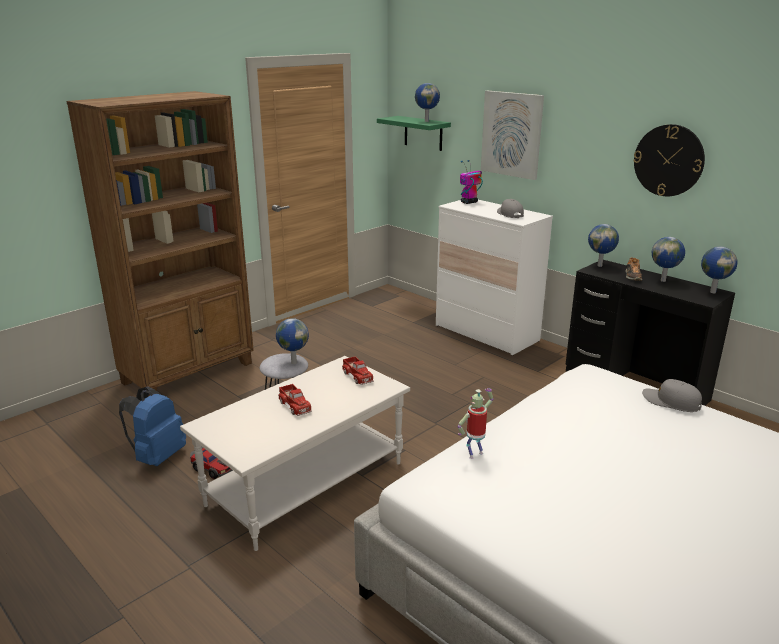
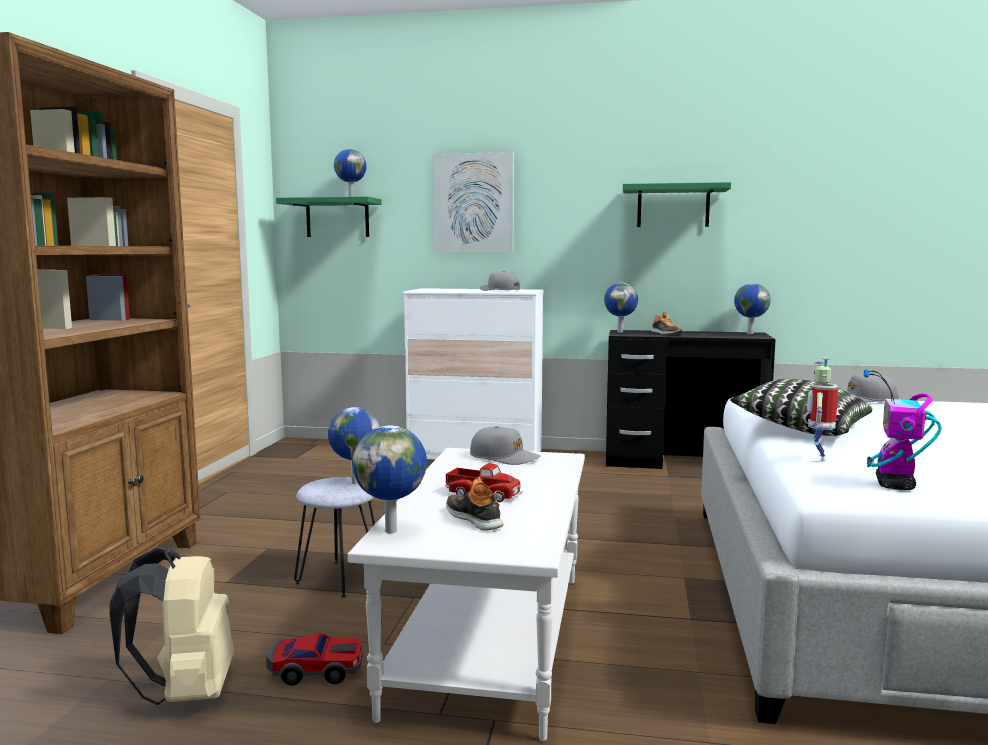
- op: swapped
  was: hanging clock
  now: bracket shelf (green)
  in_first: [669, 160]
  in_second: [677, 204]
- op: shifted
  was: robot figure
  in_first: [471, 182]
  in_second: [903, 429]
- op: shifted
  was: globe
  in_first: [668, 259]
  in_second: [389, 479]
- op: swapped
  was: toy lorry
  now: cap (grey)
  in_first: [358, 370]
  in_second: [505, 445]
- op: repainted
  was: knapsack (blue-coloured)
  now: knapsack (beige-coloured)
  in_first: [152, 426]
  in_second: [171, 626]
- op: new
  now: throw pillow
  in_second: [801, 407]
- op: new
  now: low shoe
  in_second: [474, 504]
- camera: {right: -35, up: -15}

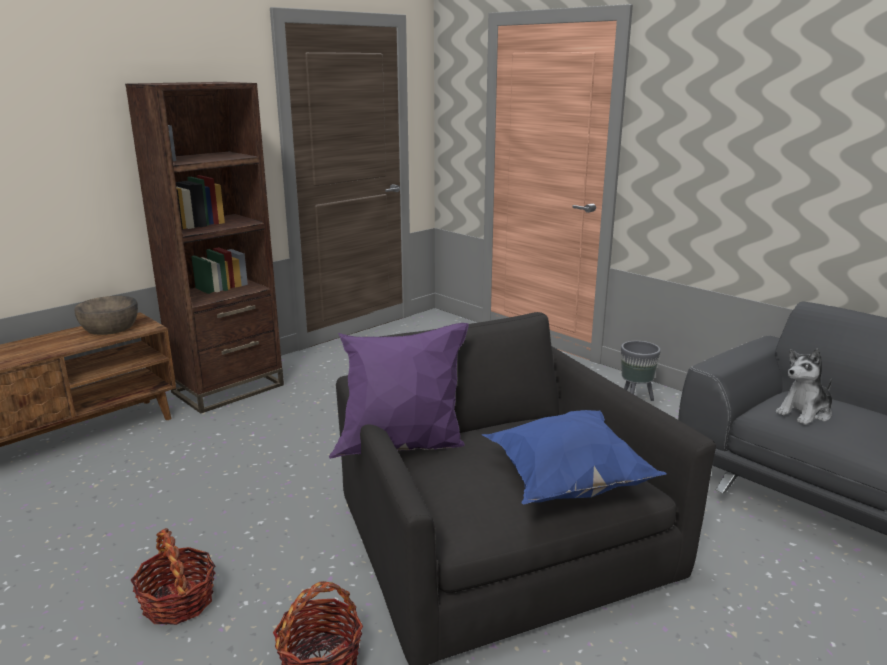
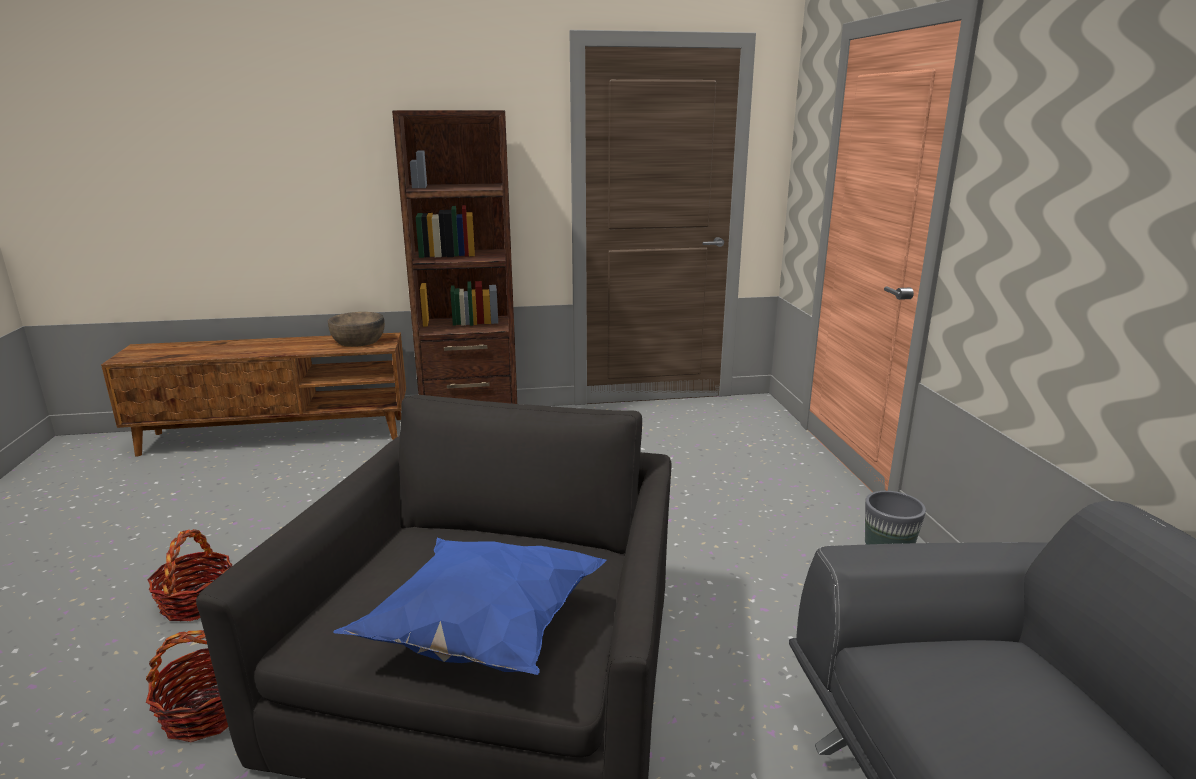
- op: gone
  was: throw pillow (purple-coloured)
  in_first: [399, 391]
- op: gone
  was: cuddly toy
  in_first: [804, 387]
- camera: {right: 35, up: 0}

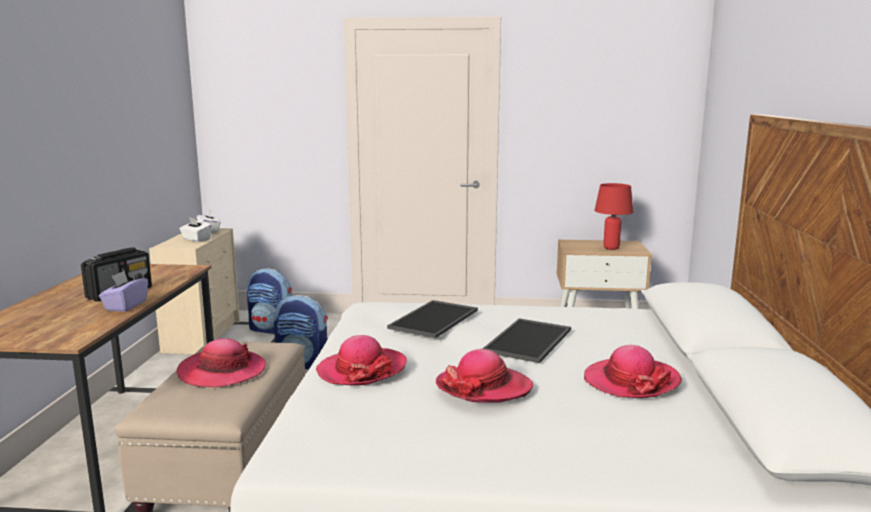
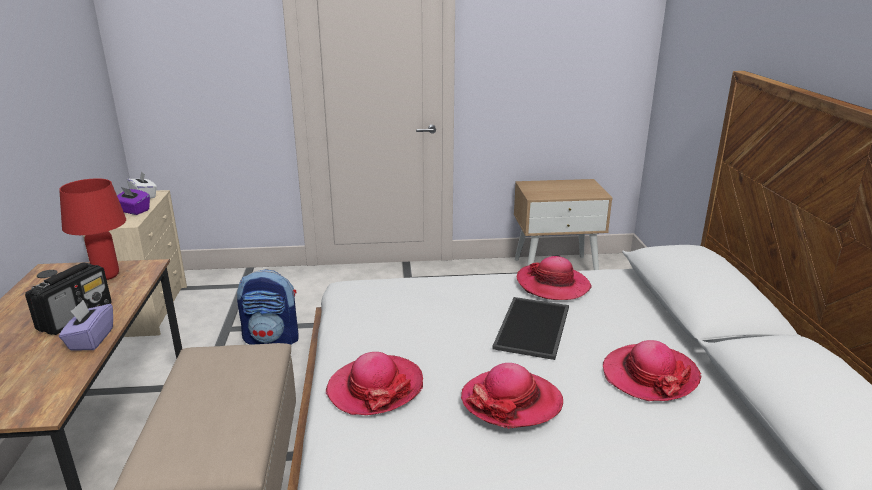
- op: shifted
  was: lamp for a table (red)
  in_first: [613, 216]
  in_second: [92, 229]
- op: repainted
  was: tissue holder (whitish)
  now: tissue holder (purple-coloured)
  in_first: [196, 229]
  in_second: [133, 201]
- op: gone
  was: knapsack
  in_first: [269, 301]
- op: gone
  was: carrying tray
  in_first: [432, 319]
- op: shifted
  was: clothing hat
  in_first: [221, 362]
  in_second: [554, 278]
- camera: {right: -10, up: 10}

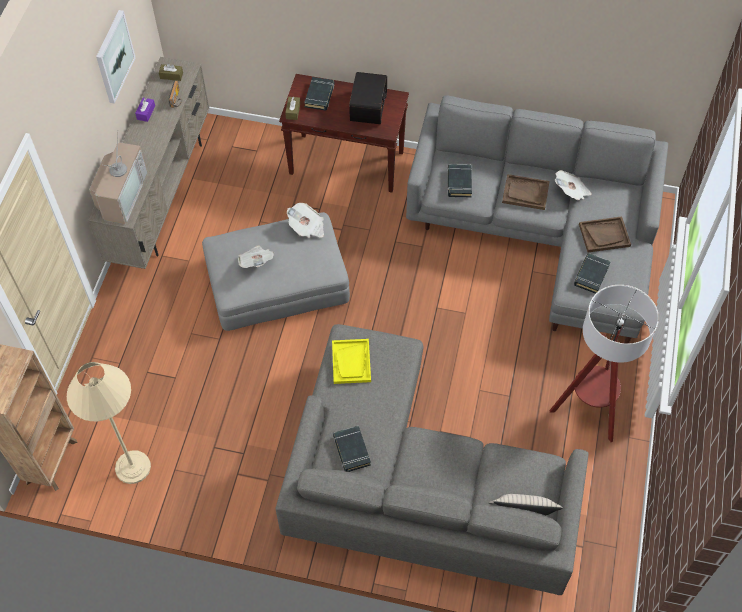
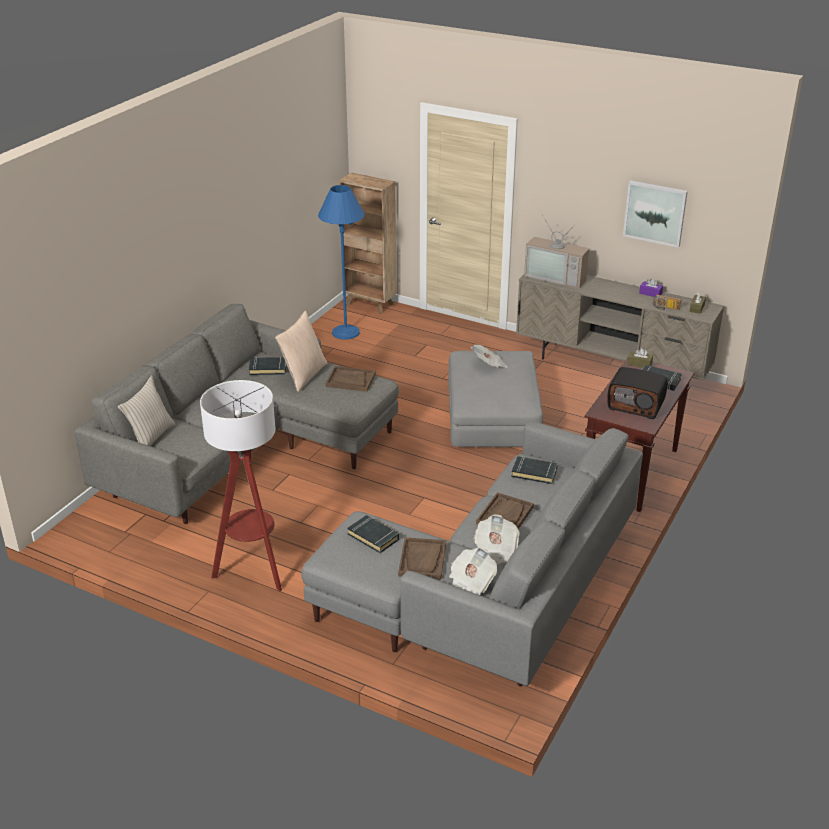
- op: shifted
  was: printed paper
  in_first: [305, 220]
  in_second: [473, 571]
- op: repainted
  was: carrying tray (yellowish)
  now: carrying tray (brown)
  in_first: [351, 361]
  in_second: [350, 379]
- op: repainted
  was: floor lamp (beige-coloured)
  now: floor lamp (blue-coloured)
  in_first: [109, 423]
  in_second: [341, 262]
- op: new
  now: throw pillow (beige-coloured)
  in_second: [301, 351]
- camera: {right: 105, up: -25}

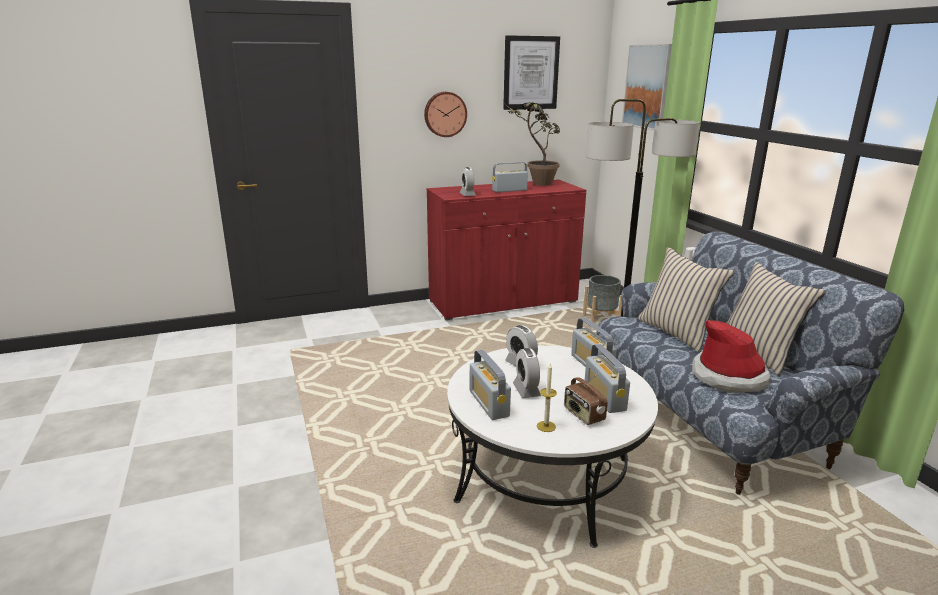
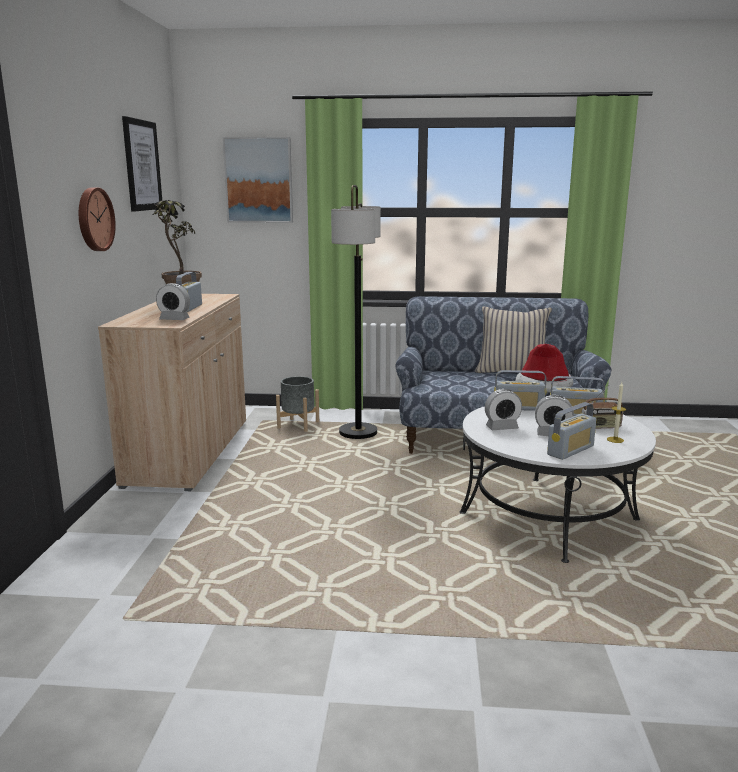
- op: repainted
  was: storage cabinet (red)
  now: storage cabinet (beige-coloured)
  in_first: [506, 250]
  in_second: [172, 392]
- op: gone
  was: throw pillow (beige-coloured)
  in_first: [686, 300]
- op: rotated
  was: radio receiver
  in_first: [490, 385]
  in_second: [571, 431]
  clockwise: -45
- camera: {right: -65, up: -5}

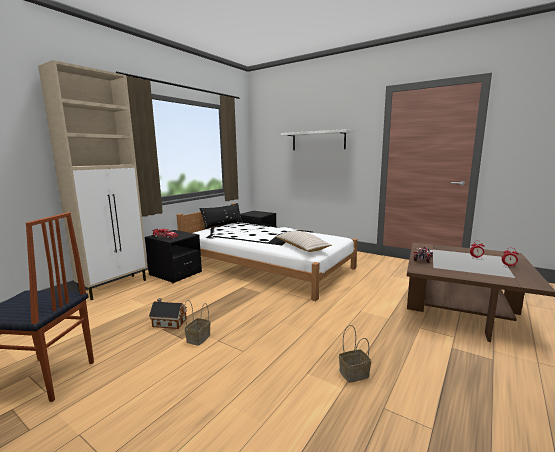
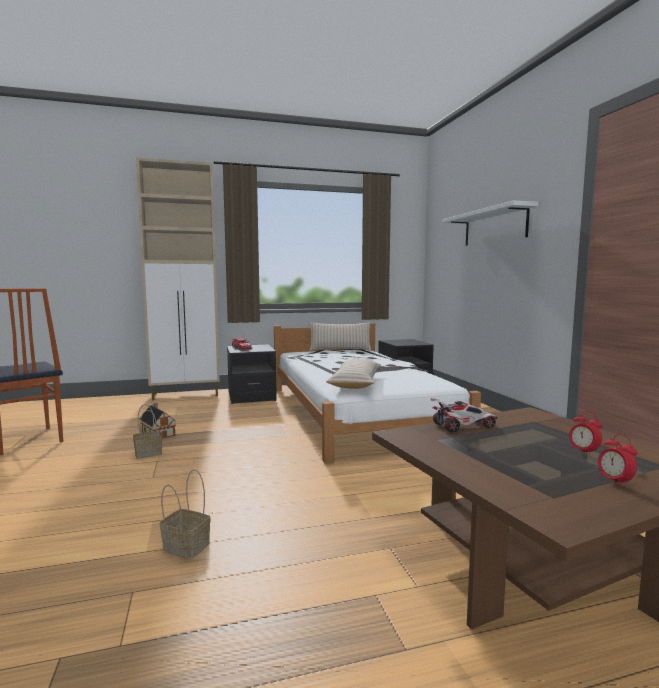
- op: repainted
  was: throw pillow (black-coloured)
  now: throw pillow (beige-coloured)
  in_first: [221, 216]
  in_second: [340, 336]
- camera: {right: 40, up: -5}

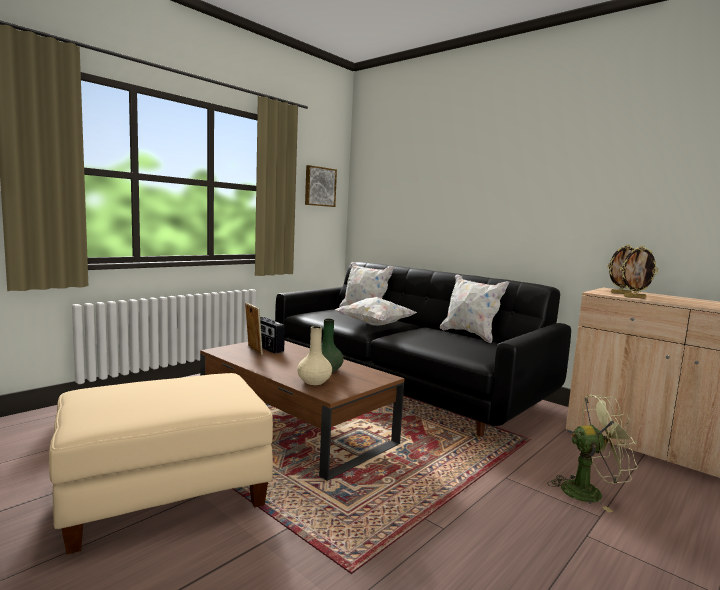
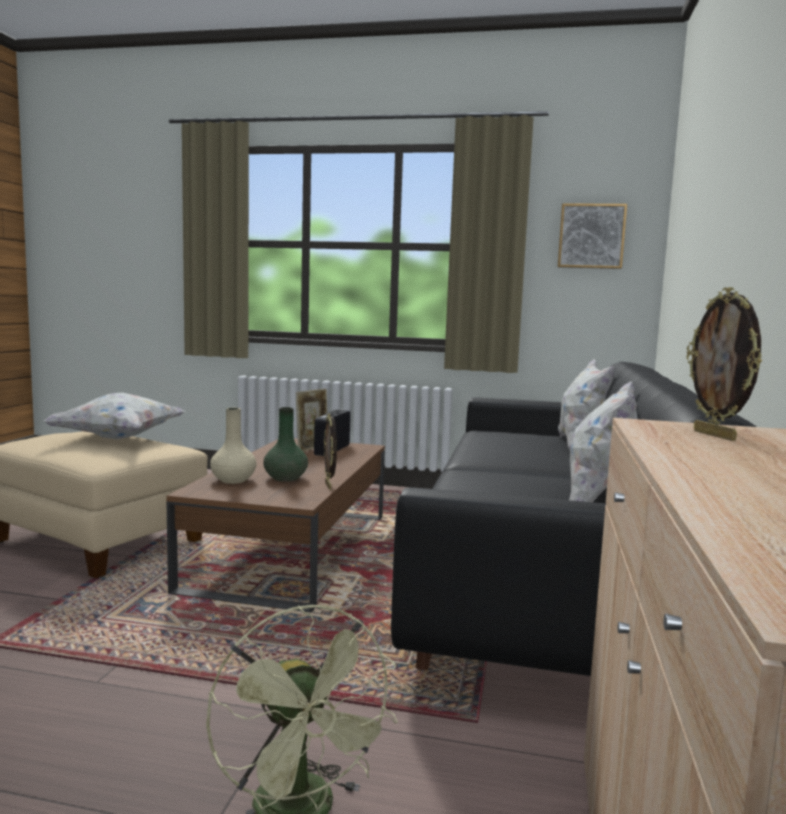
- op: shifted
  was: picture frame
  in_first: [639, 272]
  in_second: [330, 451]
- op: shifted
  was: throw pillow (whitish)
  in_first: [375, 311]
  in_second: [114, 416]
- camera: {right: 60, up: 0}

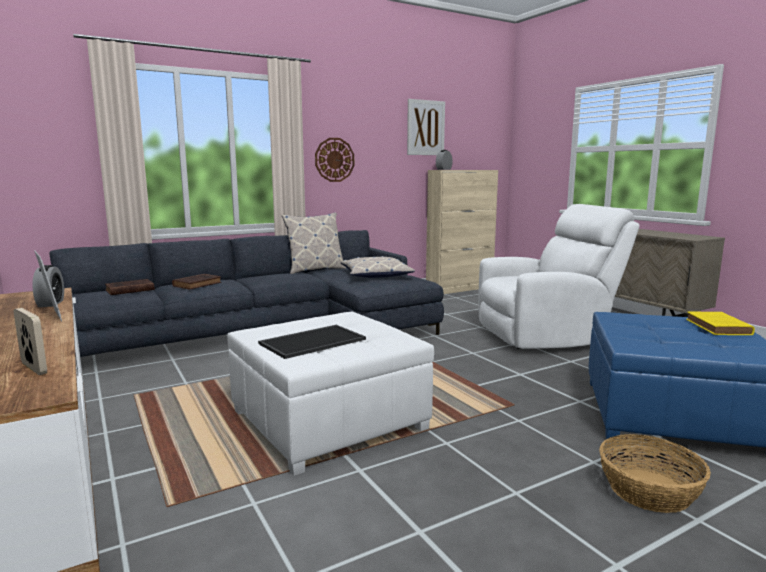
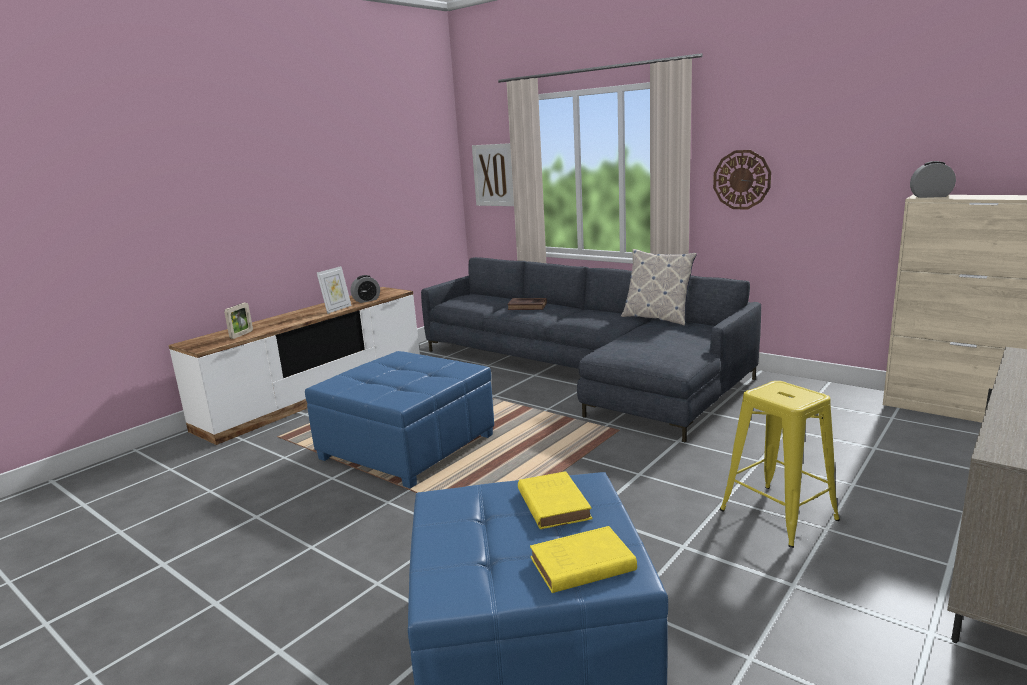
- op: shifted
  was: wall art
  in_first: [426, 127]
  in_second: [493, 174]
- op: swapped
  was: lounge chair (whitish)
  now: stool seat (yellowish)
  in_first: [559, 276]
  in_second: [780, 464]
- op: gone
  was: throw pillow
  in_first: [378, 267]
- op: gone
  was: book (brown)
  in_first: [130, 287]
- op: repainted
  was: pouffe (whitish)
  now: pouffe (blue-coloured)
  in_first: [330, 393]
  in_second: [399, 419]
- op: gone
  was: carrying tray
  in_first: [312, 342]
- op: gone
  was: household basket
  in_first: [655, 473]
- op: new
  now: book (yellowish)
  in_second: [555, 500]
- camera: {right: 70, up: 5}

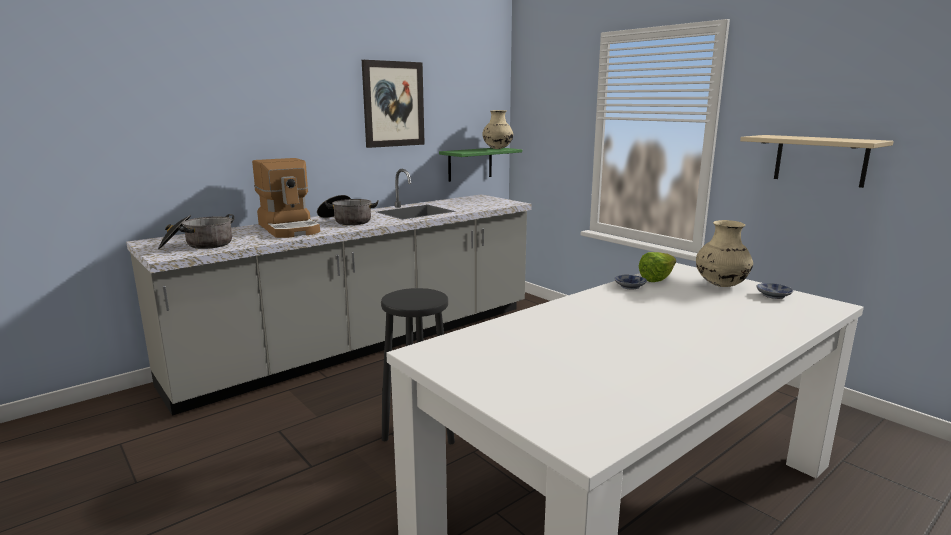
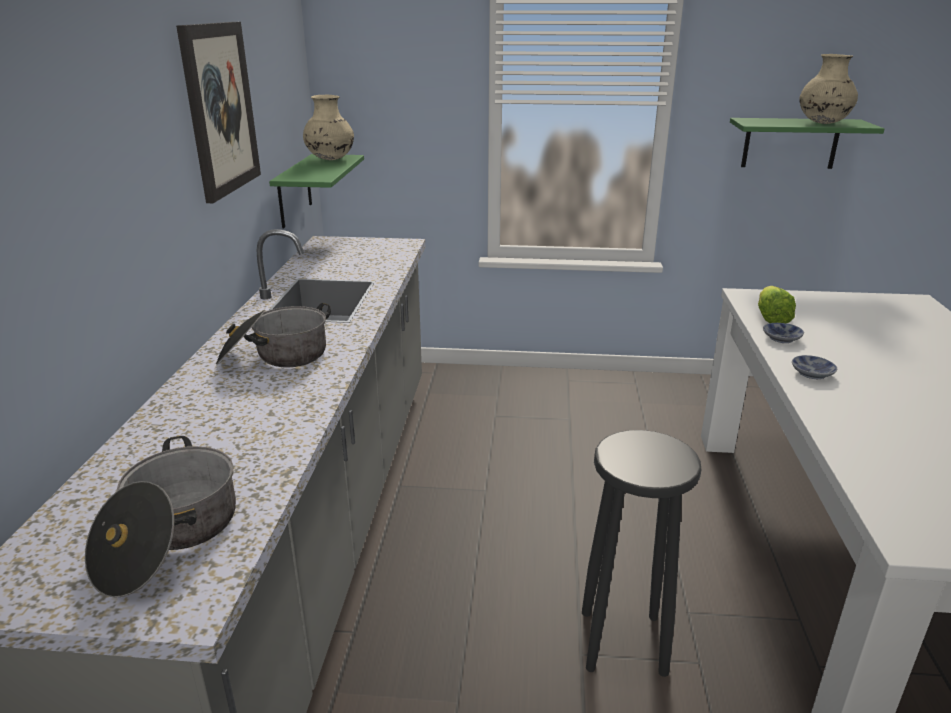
- op: repainted
  was: bracket shelf (beige-coloured)
  now: bracket shelf (green)
  in_first: [817, 161]
  in_second: [807, 143]
- op: gone
  was: coffee machine
  in_first: [286, 198]
- op: shifted
  was: decorative vase (beige-coloured)
  in_first: [724, 253]
  in_second: [828, 89]
- op: shifted
  was: serving bowl
  in_first: [774, 291]
  in_second: [814, 367]
- camera: {right: -45, up: 10}

